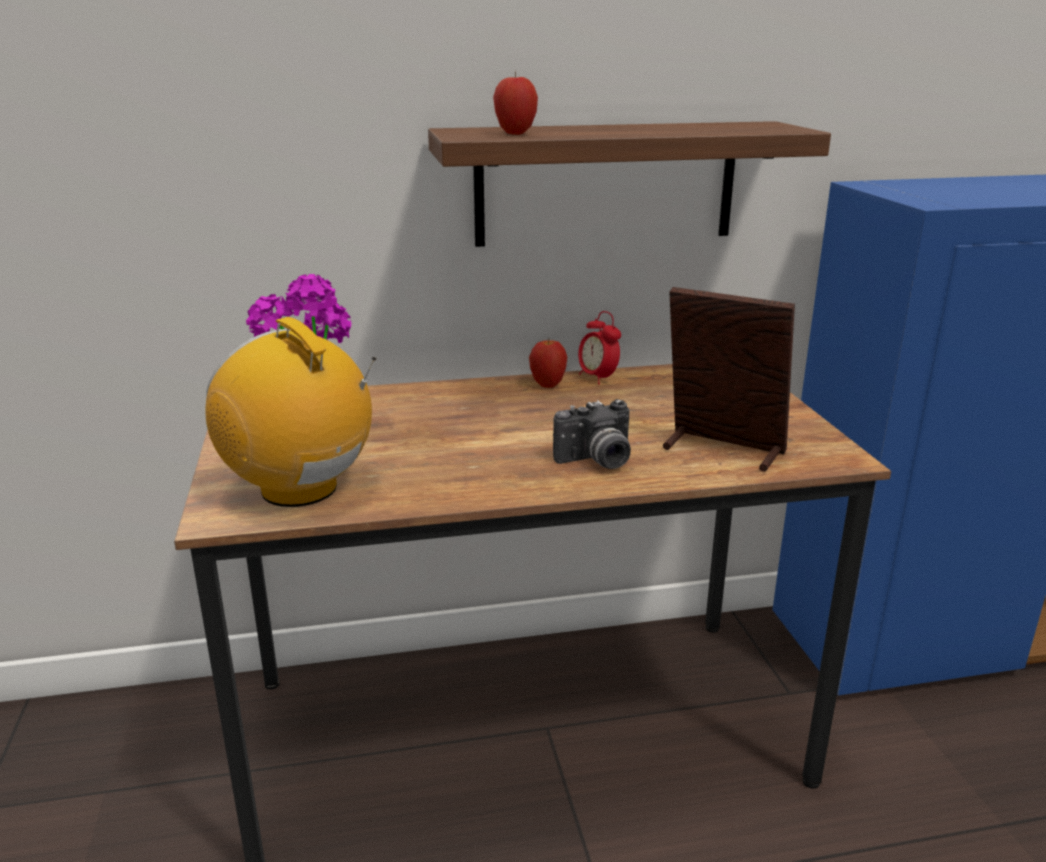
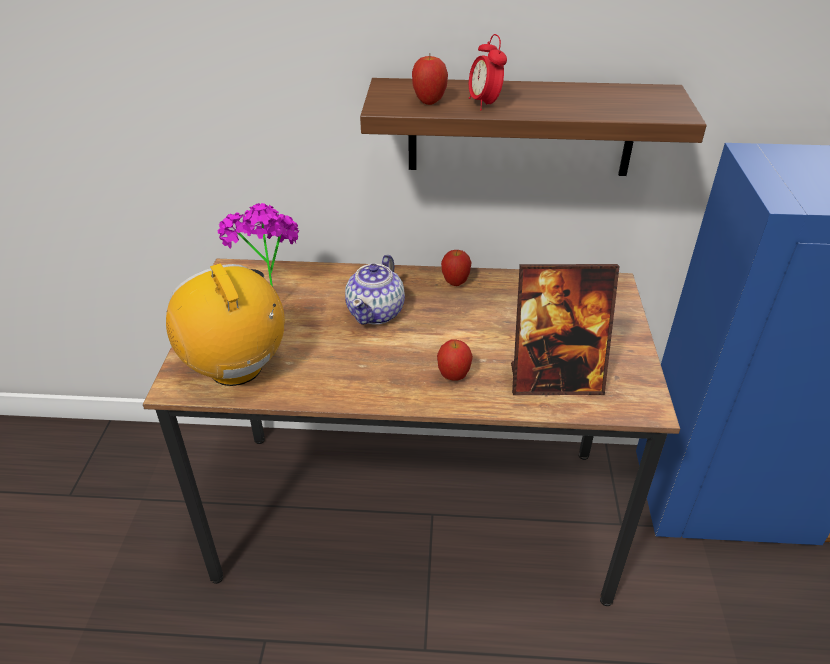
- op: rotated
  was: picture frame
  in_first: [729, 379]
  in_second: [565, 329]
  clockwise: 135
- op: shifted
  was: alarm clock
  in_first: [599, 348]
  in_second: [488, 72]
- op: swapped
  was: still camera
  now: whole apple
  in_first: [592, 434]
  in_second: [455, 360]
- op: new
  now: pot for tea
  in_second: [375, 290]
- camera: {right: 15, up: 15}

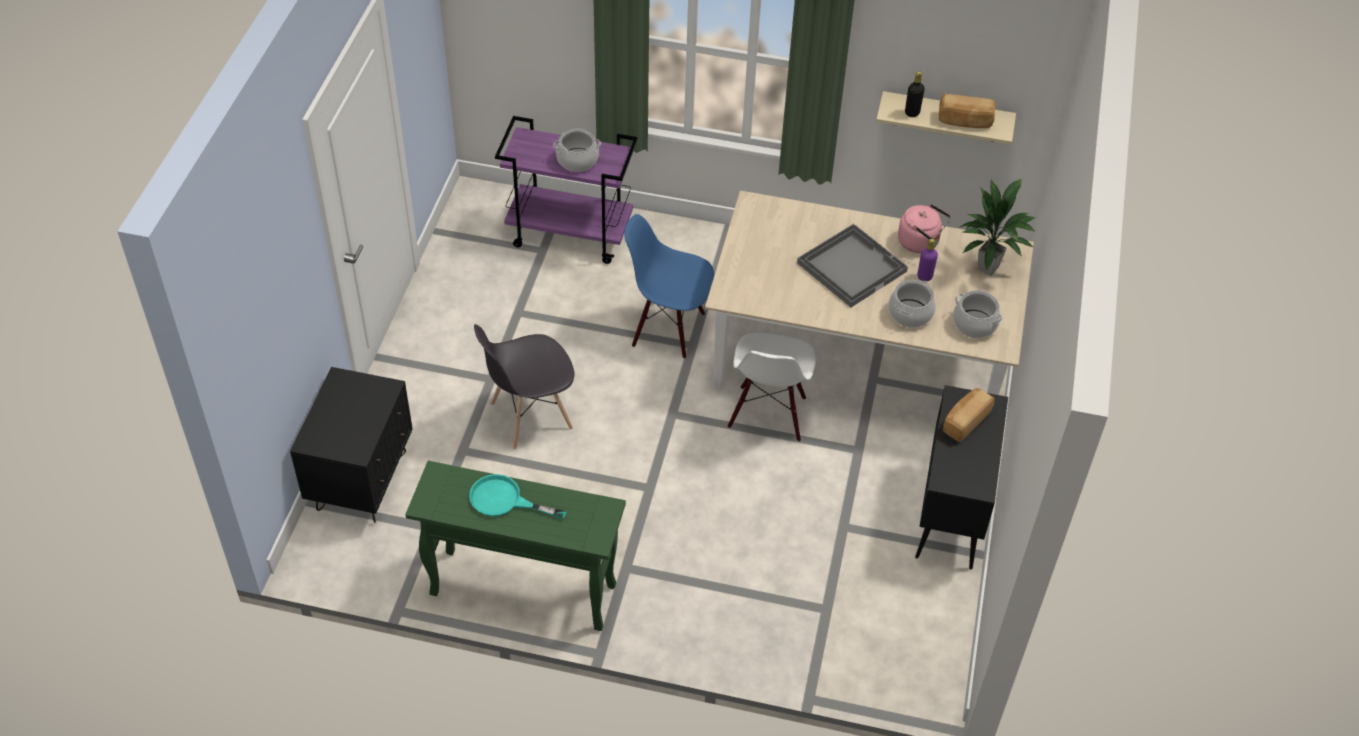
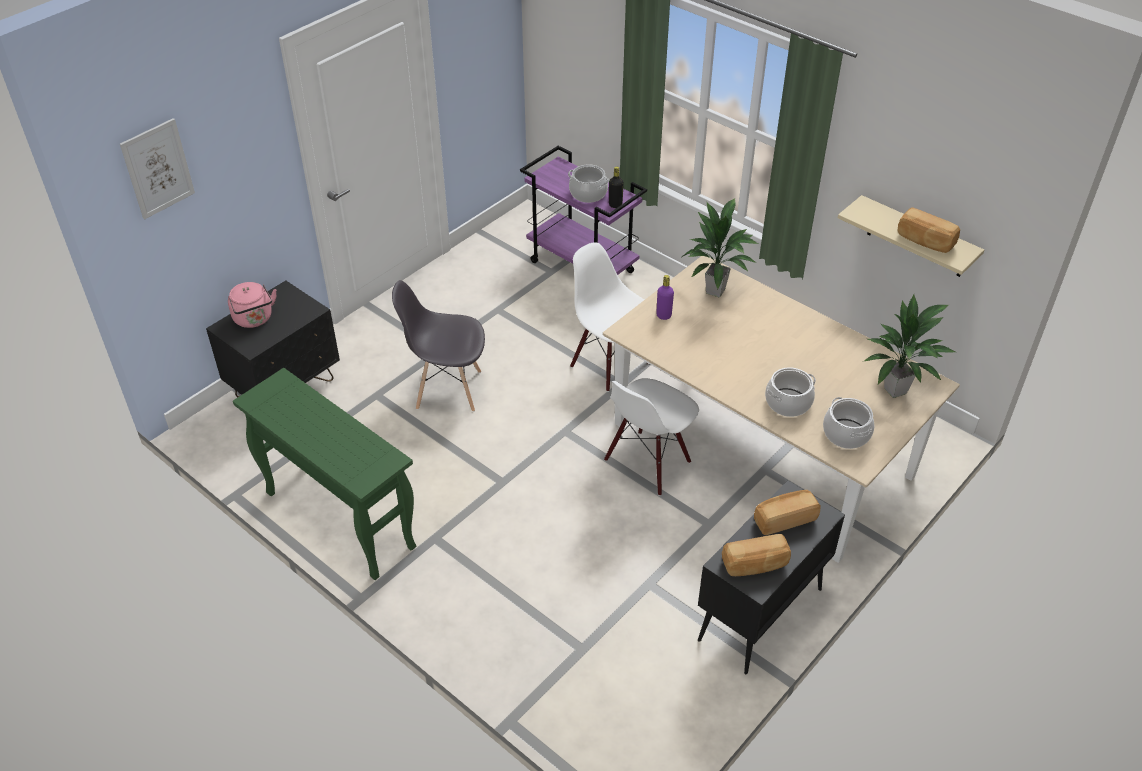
- op: shifted
  was: beverage bottle (black-coloured)
  in_first: [915, 94]
  in_second: [616, 187]
- op: shifted
  was: kettle (pink)
  in_first: [924, 228]
  in_second: [252, 305]
- op: repainted
  was: chair (blue-coloured)
  now: chair (whitish)
  in_first: [669, 286]
  in_second: [609, 317]
- op: gone
  was: carrying tray (grey)
  in_first: [852, 265]
- op: shifted
  was: beverage bottle (purple-coloured)
  in_first: [927, 260]
  in_second: [665, 297]
- op: gone
  was: frying pan (turquoise)
  in_first: [517, 496]
- op: new
  now: wall art
  in_second: [157, 168]
- op: new
  now: potted plant
  in_second: [719, 247]
- op: new
  now: bakery bread
  in_second: [756, 555]
- camera: {right: 30, up: -5}

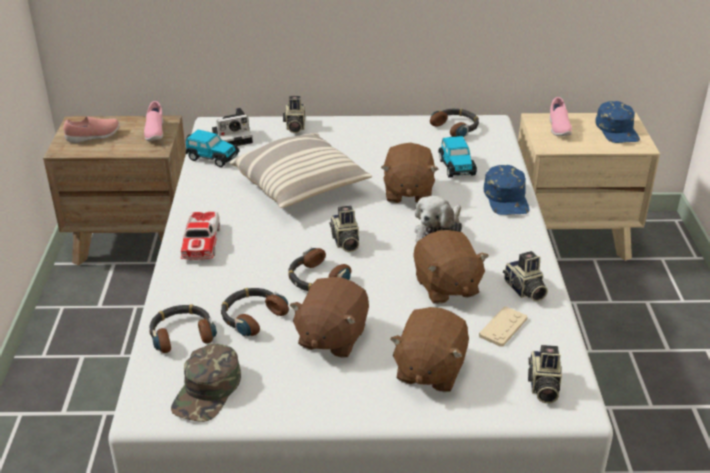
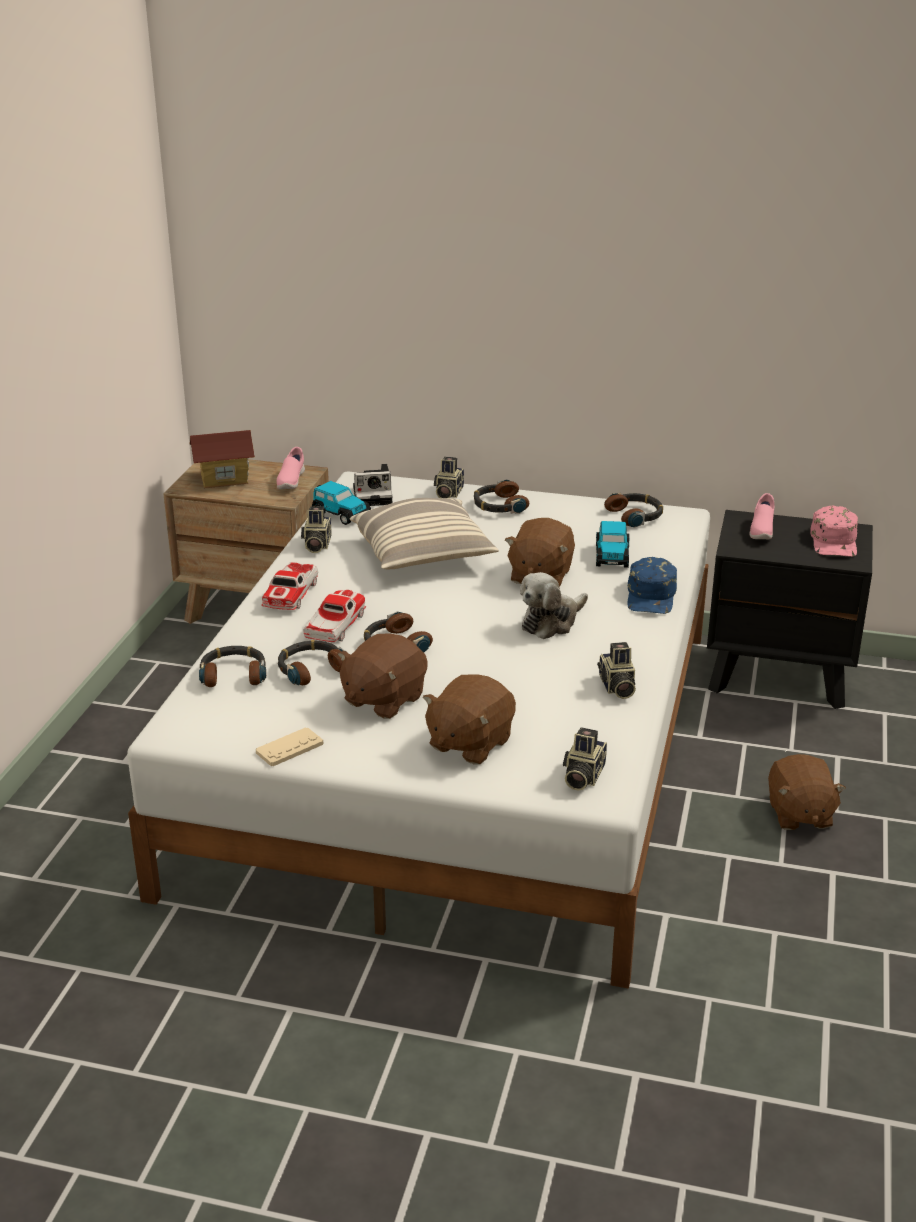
- op: repainted
  was: cap (blue-coloured)
  now: cap (pink)
  in_first: [617, 122]
  in_second: [834, 531]
- op: repainted
  was: night table (beige-coloured)
  now: night table (black-coloured)
  in_first: [589, 187]
  in_second: [790, 609]
- op: swapped
  was: low shoe (pink)
  now: miniature house
  in_first: [91, 129]
  in_second: [222, 459]
- op: shifted
  was: still camera
  in_first: [344, 229]
  in_second: [316, 529]
- op: shifted
  was: cuddly toy (brown)
  in_first: [451, 267]
  in_second: [807, 792]
- op: shifted
  was: joypad (beige-coloured)
  in_first: [503, 327]
  in_second: [289, 746]
- op: gone
  was: cap (green)
  in_first: [206, 382]
- op: new
  now: headset
  in_second: [501, 496]
- op: new
  now: miniature car
  in_second: [334, 616]
- camera: {right: 15, up: -5}

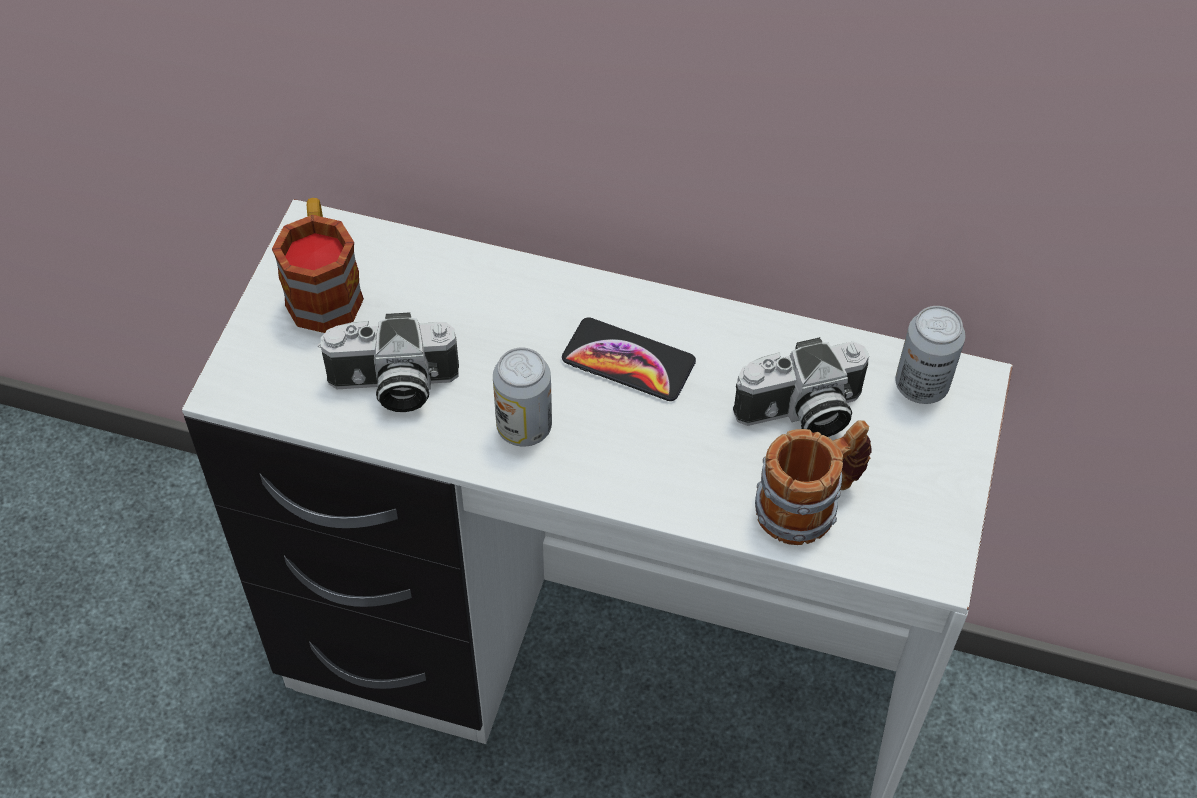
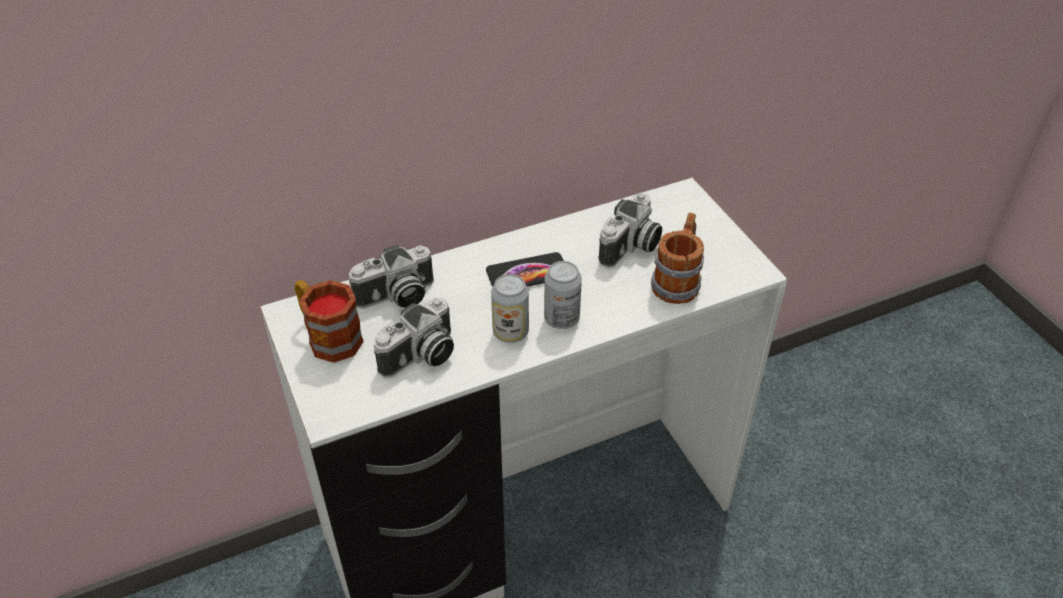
- op: shifted
  was: sealed can
  in_first: [930, 355]
  in_second: [563, 295]
- op: new
  now: still camera
  in_second: [391, 277]
- camera: {right: -40, up: -10}

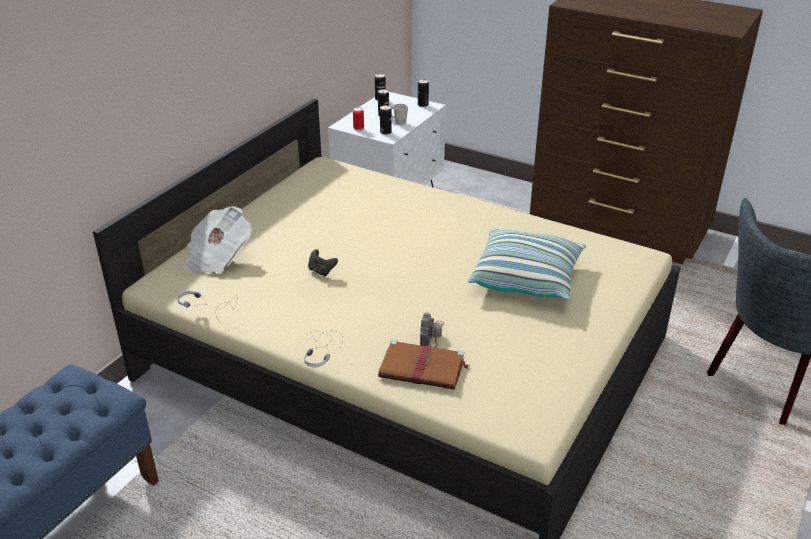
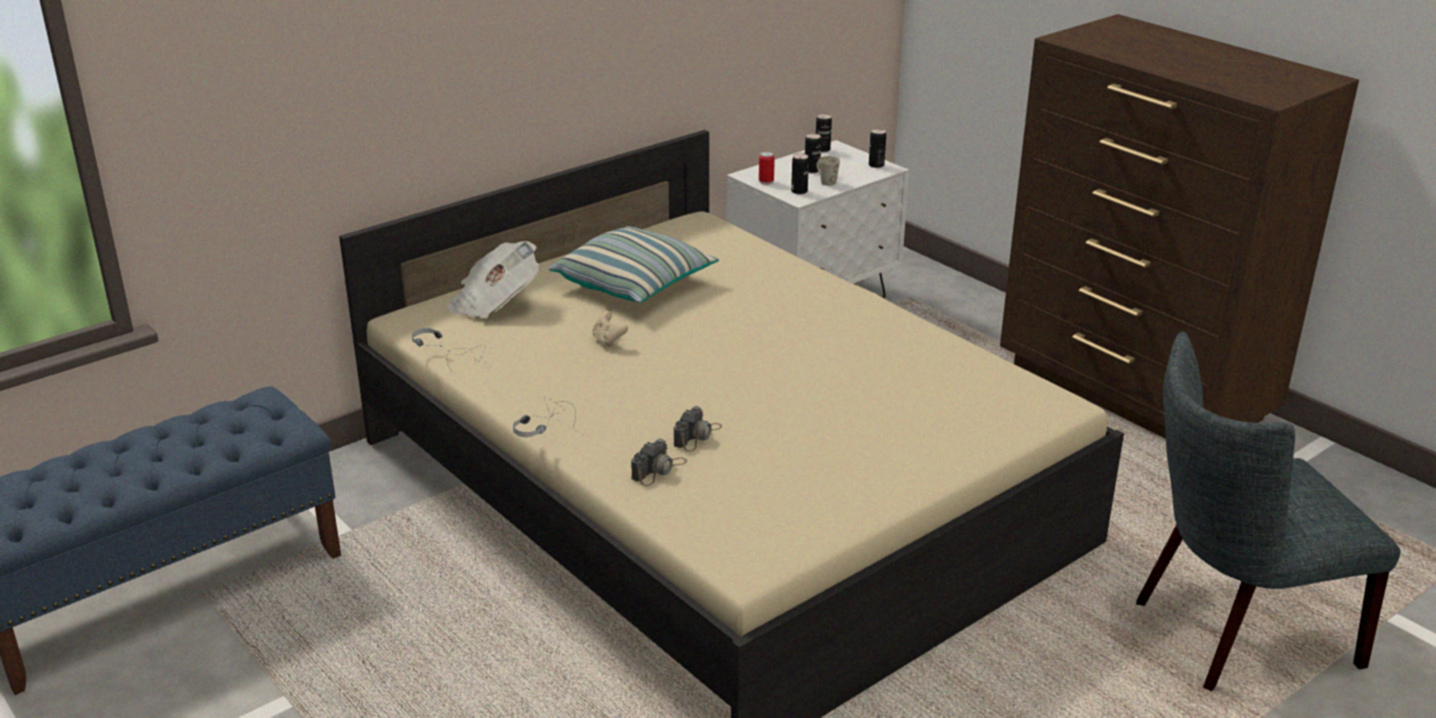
- op: shifted
  was: throw pillow
  in_first: [527, 264]
  in_second: [634, 264]
- op: repainted
  was: joypad (black-coloured)
  now: joypad (beige-coloured)
  in_first: [323, 263]
  in_second: [610, 329]
- op: swapped
  was: book (brown)
  now: still camera
  in_first: [423, 365]
  in_second: [659, 462]
- camera: {right: 20, up: -5}

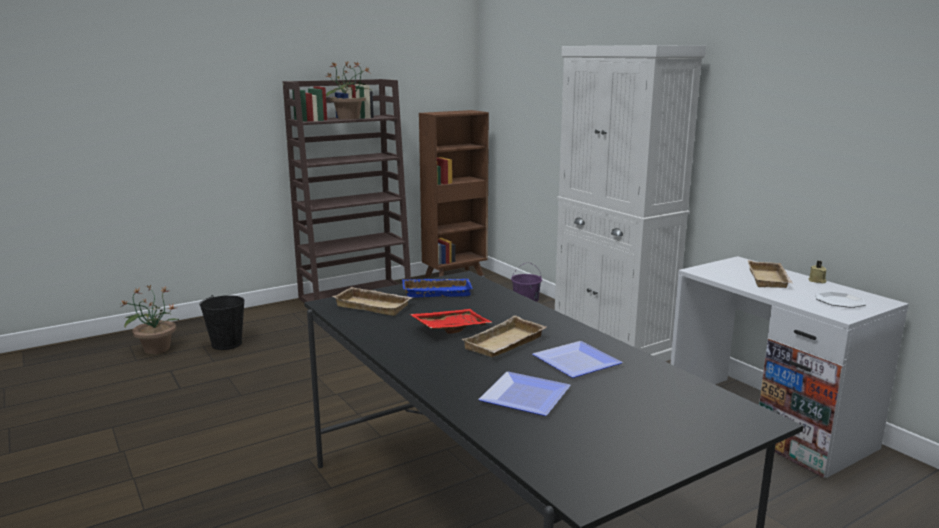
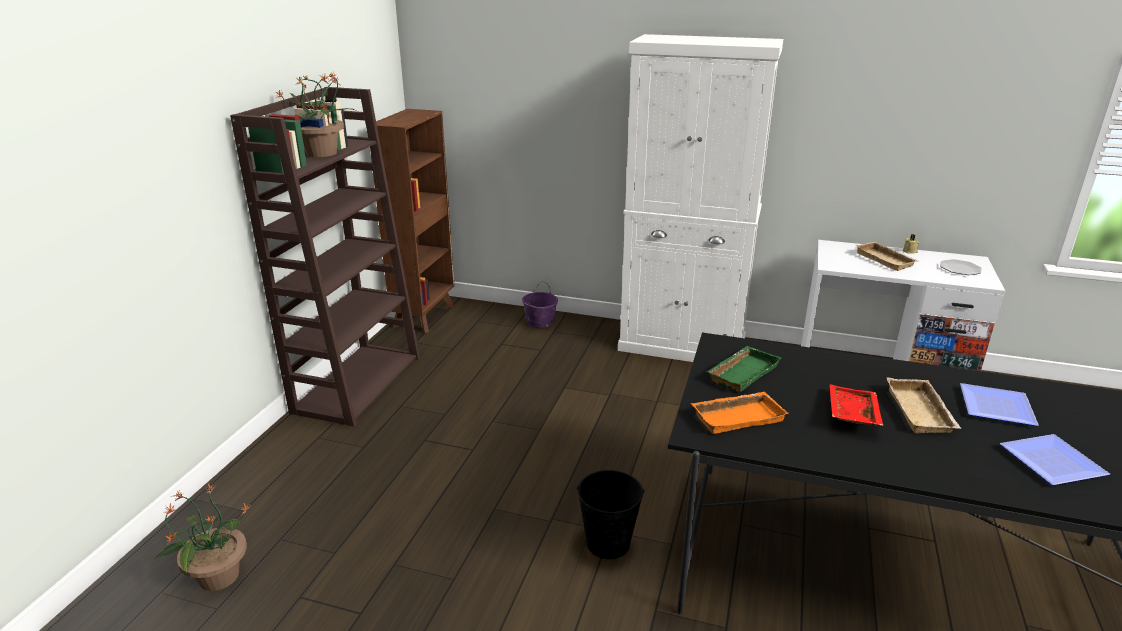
- op: repainted
  was: carrying tray (blue-coloured)
  now: carrying tray (green)
  in_first: [437, 288]
  in_second: [744, 369]
- op: repainted
  was: carrying tray (beige-coloured)
  now: carrying tray (orangey)
  in_first: [372, 301]
  in_second: [740, 413]
- op: shifted
  was: water bucket (black-coloured)
  in_first: [222, 322]
  in_second: [611, 514]
- camera: {right: -40, up: 10}

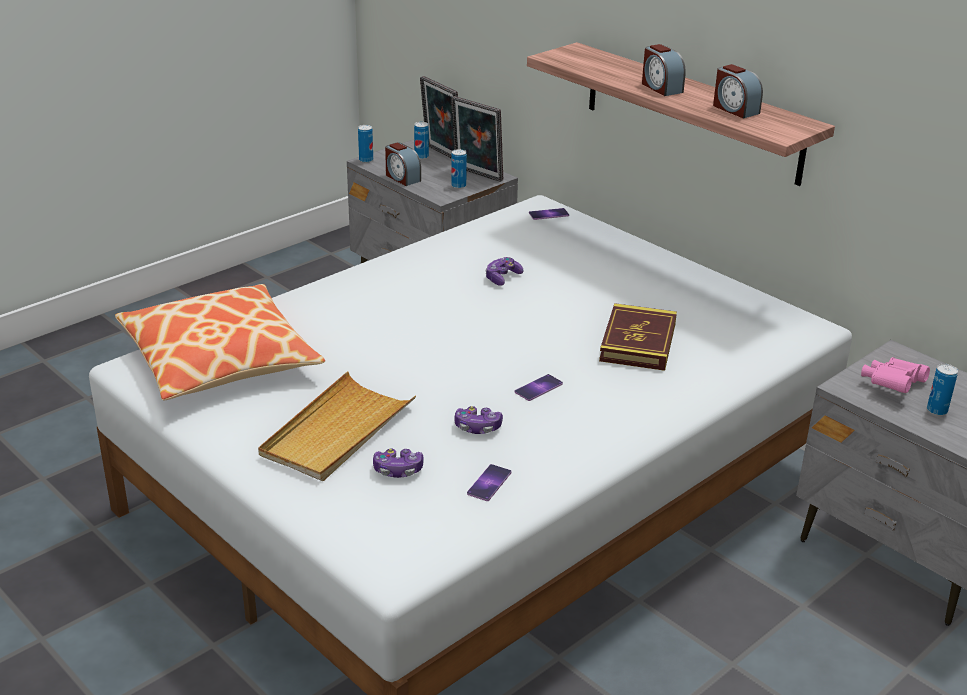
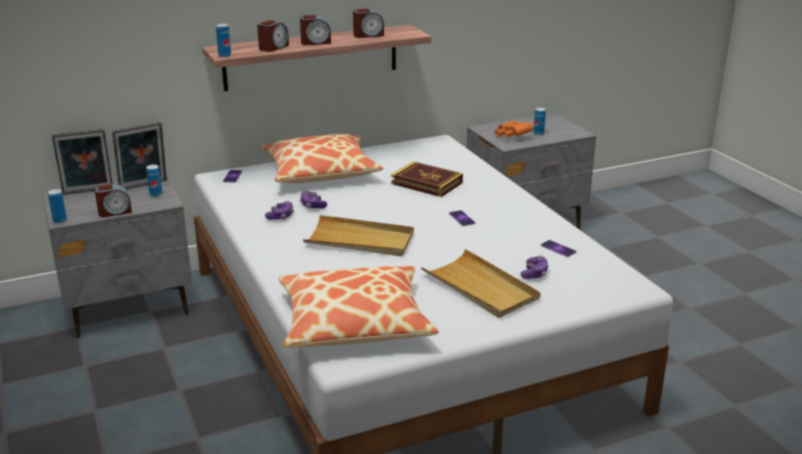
- op: shifted
  was: sealed can
  in_first: [421, 140]
  in_second: [223, 40]
- op: repainted
  was: field glasses (pink)
  now: field glasses (orangey)
  in_first: [895, 375]
  in_second: [514, 129]
- op: shifted
  was: joypad
  in_first: [478, 420]
  in_second: [279, 210]
- op: new
  now: alarm clock
  in_second: [273, 36]
- op: new
  now: throw pillow
  in_second: [322, 158]
- op: new
  now: carrying tray (beige-coloured)
  in_second: [358, 235]
- camera: {right: -70, up: -5}

